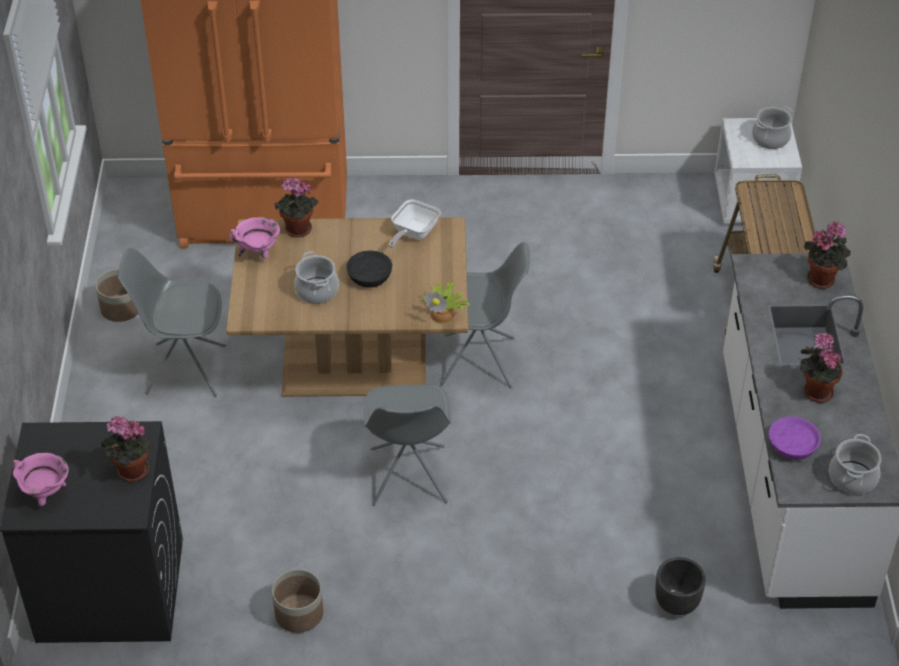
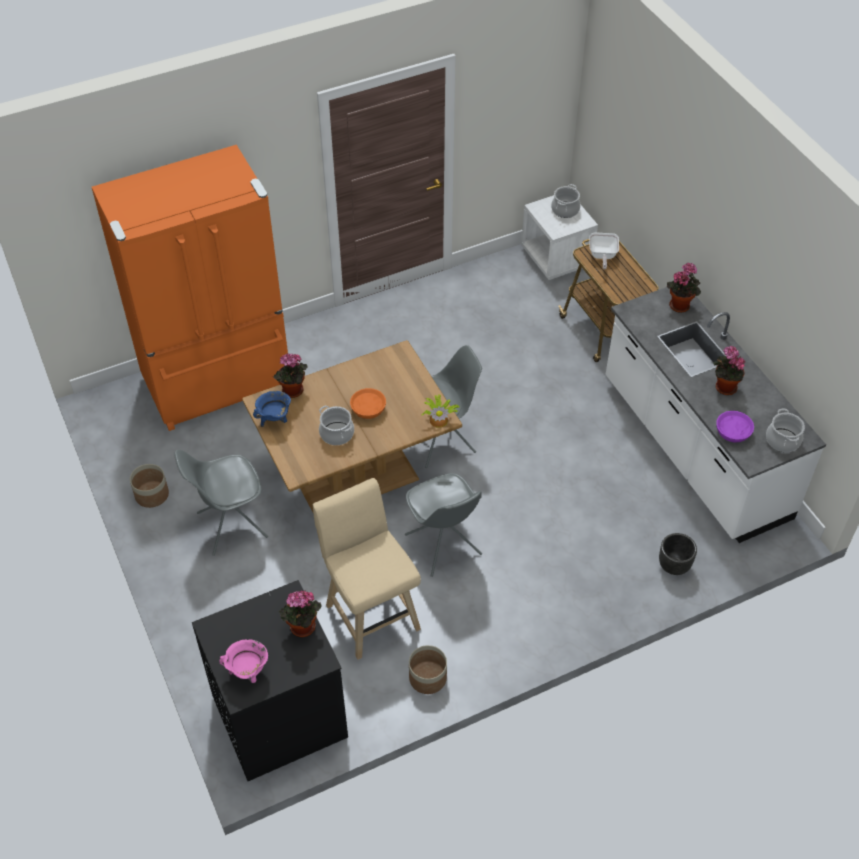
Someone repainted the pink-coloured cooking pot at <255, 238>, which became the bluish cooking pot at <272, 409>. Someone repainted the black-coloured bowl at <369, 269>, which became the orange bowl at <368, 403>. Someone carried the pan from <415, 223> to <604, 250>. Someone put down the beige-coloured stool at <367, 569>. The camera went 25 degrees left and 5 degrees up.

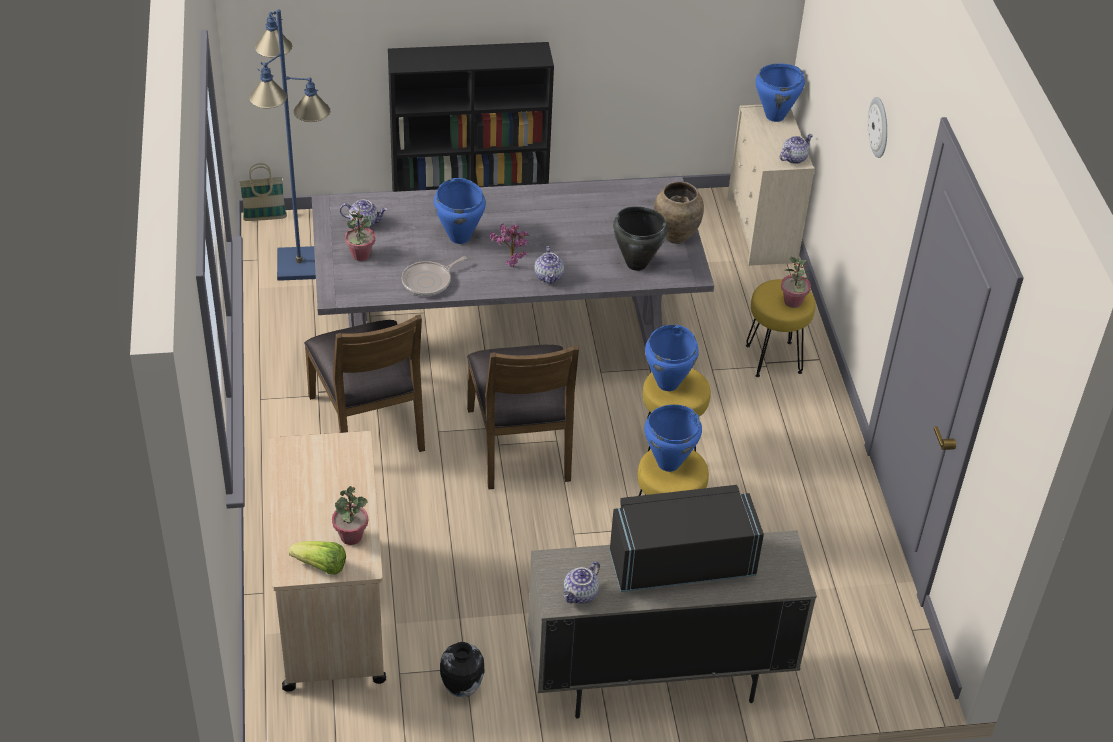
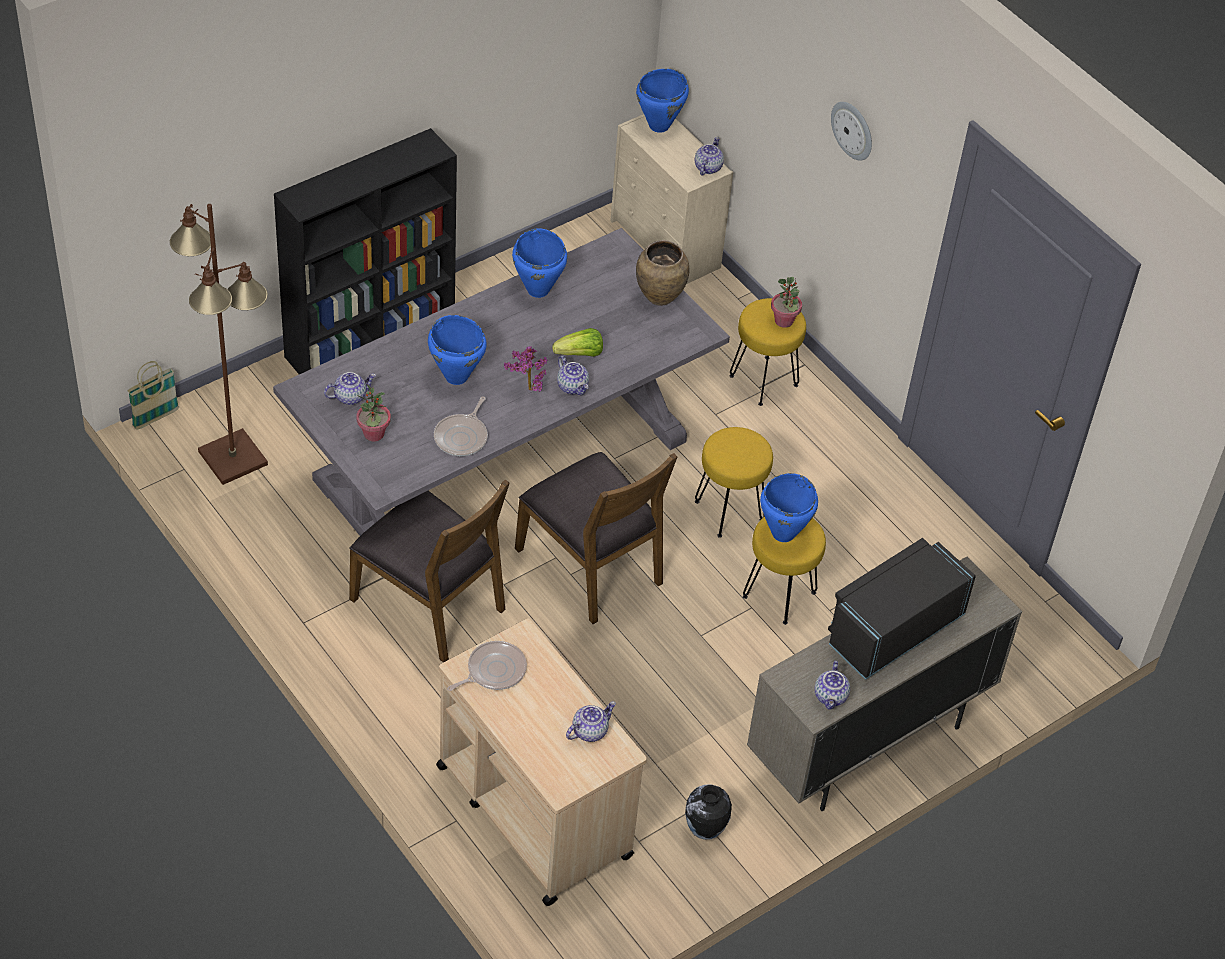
Someone repainted the bluish standard lamp at <289, 145>, which became the brownish standard lamp at <219, 344>. Someone carried the head of lettuce from <317, 558> to <578, 342>. Someone swapped the plant in a pot at <350, 515> for the tea pot at <591, 721>. Someone took away the black-coloured cooking pot at <640, 238>. Someone carried the bluish cooking pot from <672, 357> to <539, 263>. Someone put down the pan at <487, 666>. The camera went 30 degrees left and 5 degrees up.

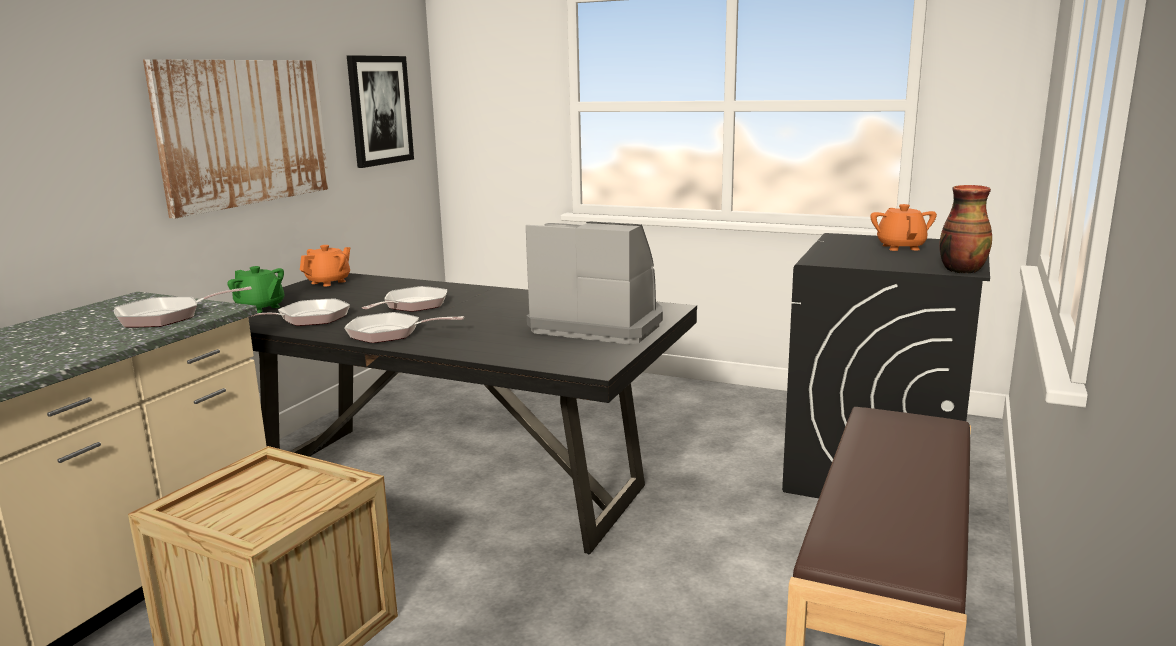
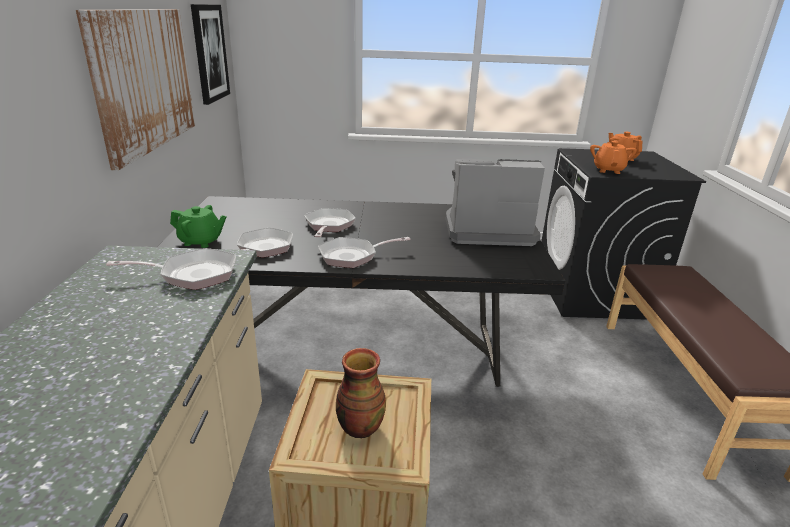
Someone rotated the pan at <183, 306> by 135 degrees counterclockwise. Someone carried the orange tea pot from <325, 265> to <613, 157>. Someone carried the decorative vase from <965, 229> to <361, 393>. The camera went 25 degrees left and 10 degrees up.

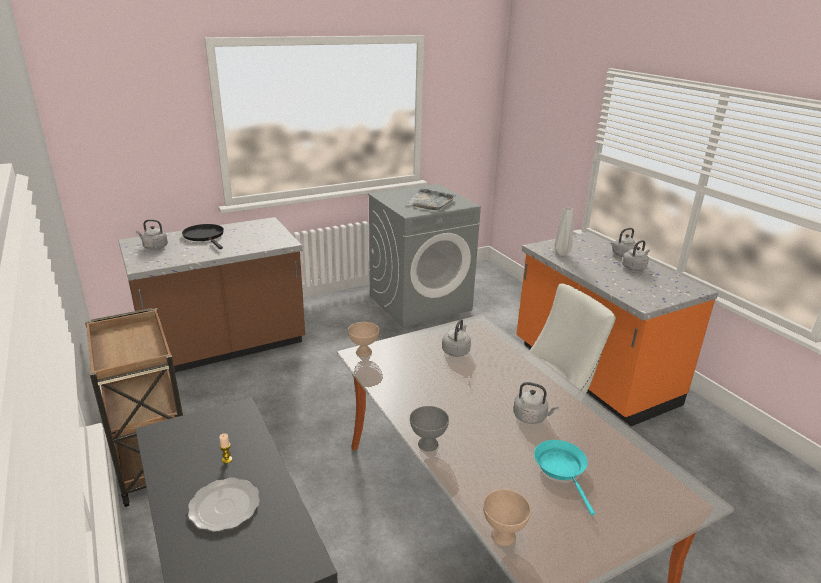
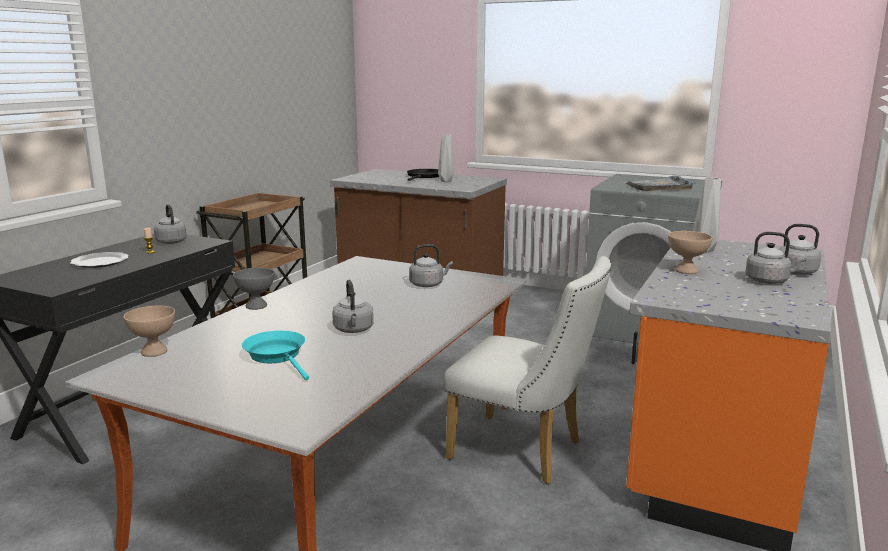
Someone carried the gray kettle from <152, 234> to <170, 224>. Someone carried the beige-coloured bowl from <363, 339> to <690, 252>. Someone rotated the turquoise pan at <564, 477> by 75 degrees counterclockwise. Someone put down the gray decorative vase at <446, 158>. The camera went 55 degrees right and 10 degrees down.

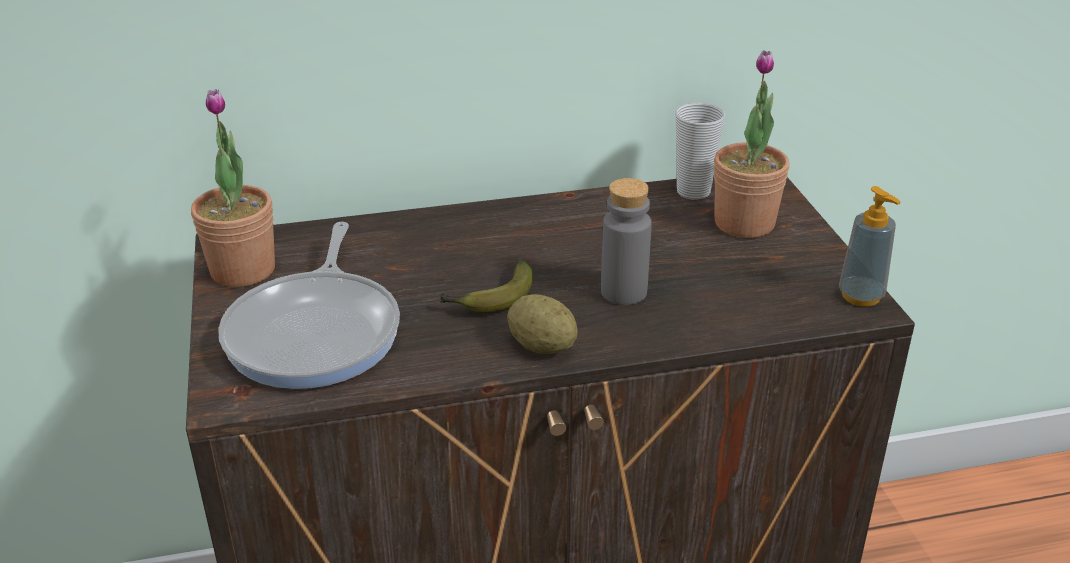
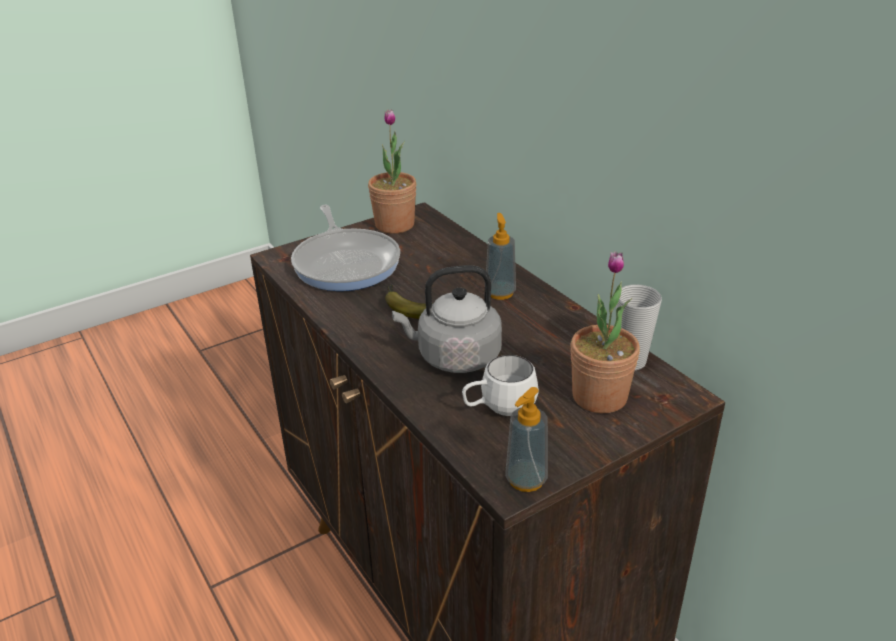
Someone rotated the pan at <309, 305> by 90 degrees counterclockwise. Someone took away the spud at <542, 324>. Someone swapped the gray drink bottle at <626, 241> for the gray kettle at <447, 319>. Someone put down the white-coloured coffee mug at <500, 385>. Someone put down the liquid soap bottle at <501, 256>. The camera went 70 degrees right and 0 degrees up.

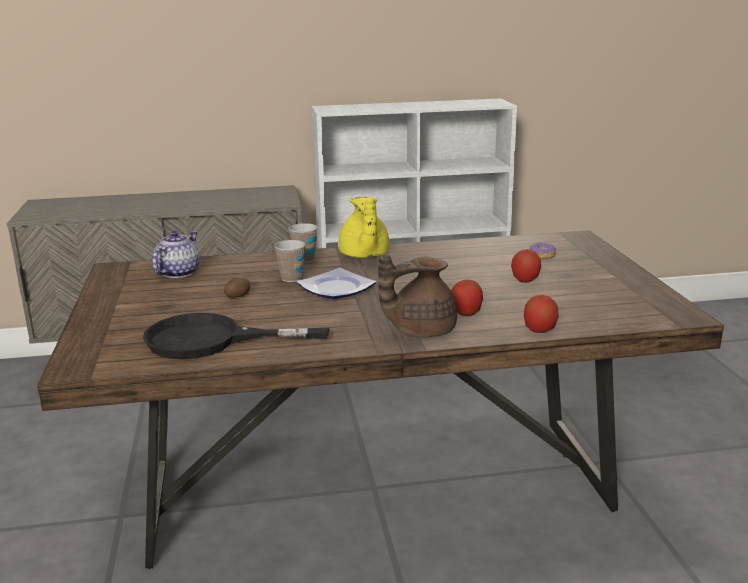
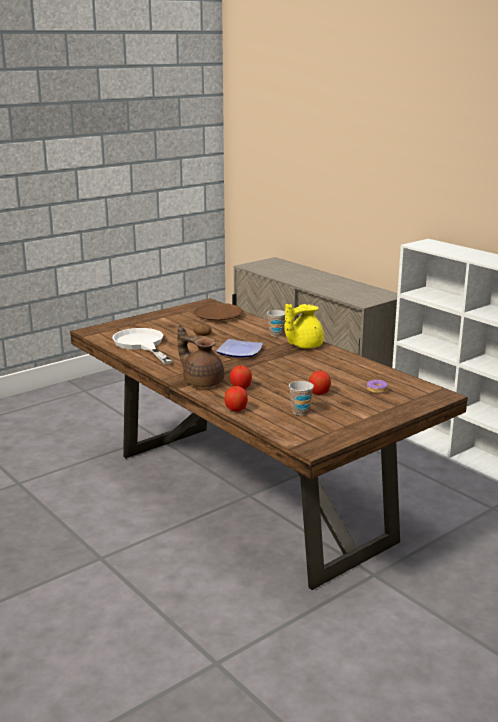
Someone repainted the black-coloured pan at <236, 336>, which became the white-coloured pan at <142, 346>. Someone swapped the tea pot at <176, 254> for the brownish flat dish at <218, 312>. Someone carried the drinking cup from <290, 261> to <301, 398>. The camera went 60 degrees right and 0 degrees up.

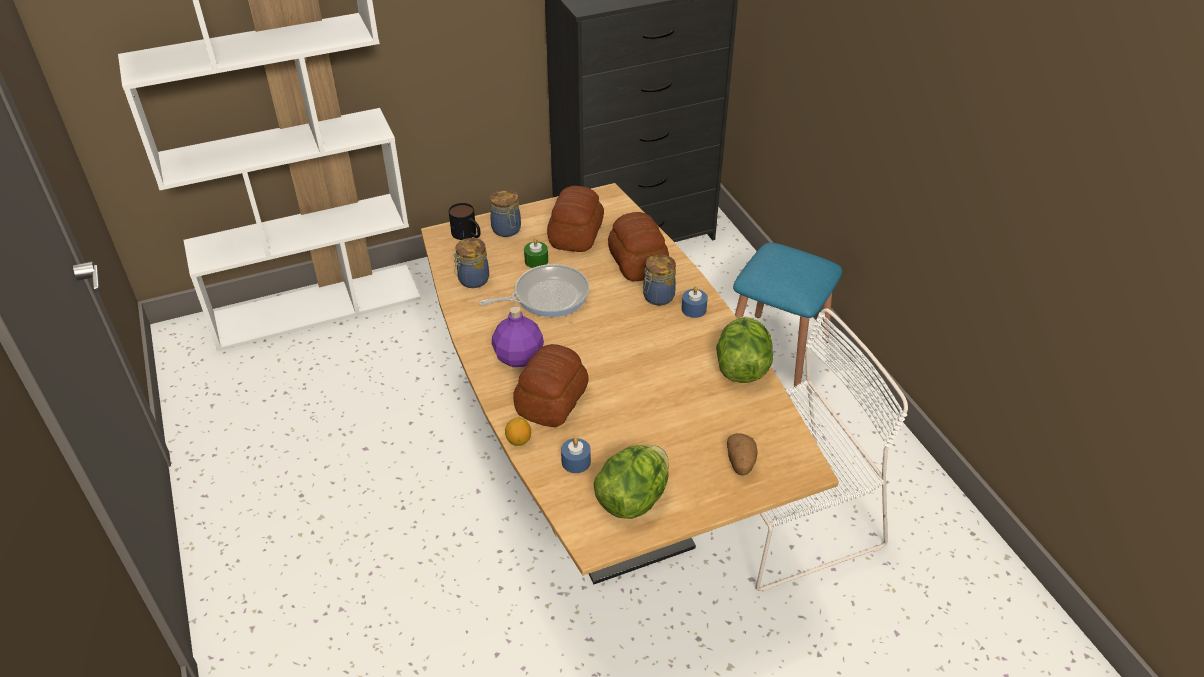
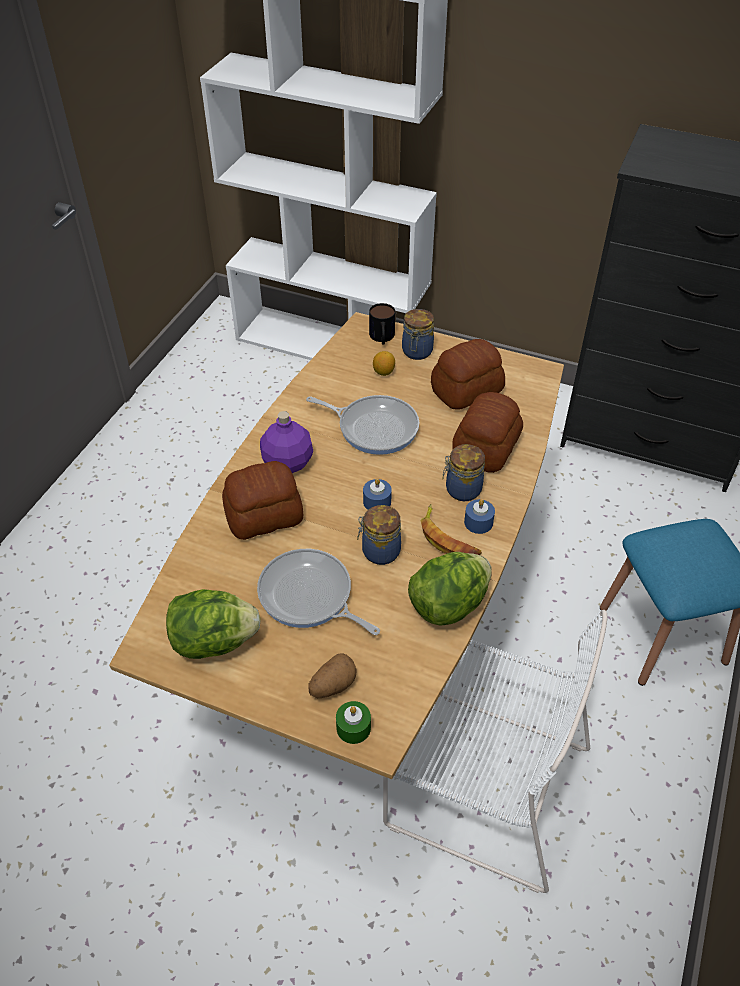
Someone carried the storage jar from <471, 263> to <379, 535>. Someone carried the whole lemon from <518, 432> to <384, 363>. Someone carried the green-coloured wax candle from <536, 253> to <353, 722>. Someone carried the bluish wax candle from <576, 455> to <377, 494>. Someone put down the pan at <318, 592>. Someone put down the banana fruit at <451, 529>. The camera went 45 degrees right and 5 degrees up.

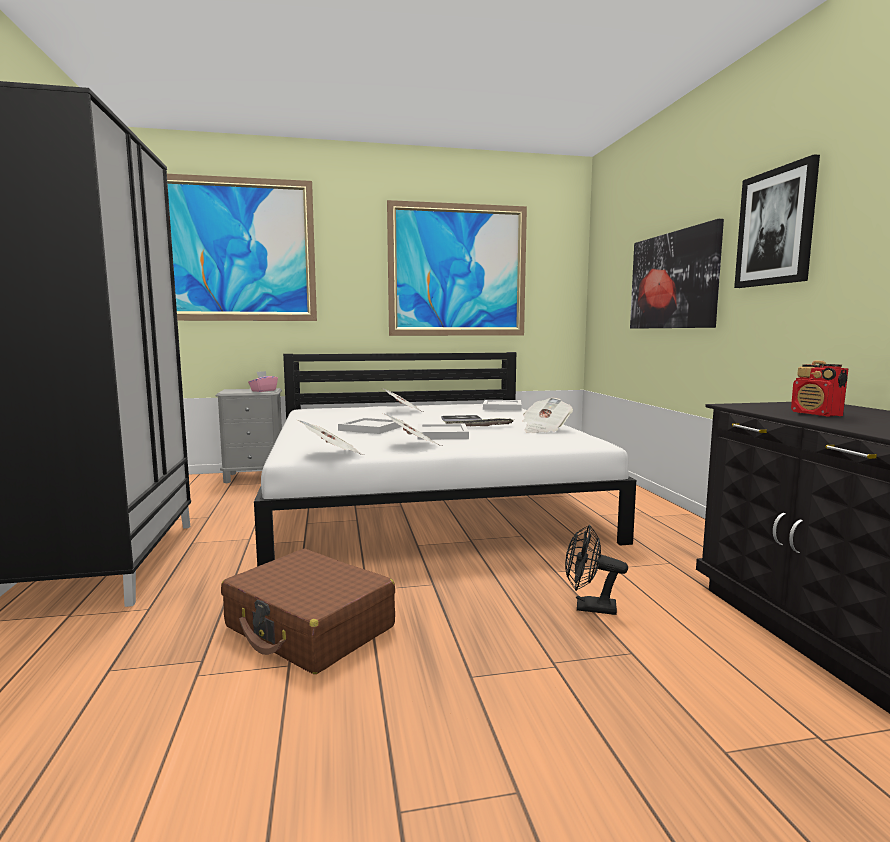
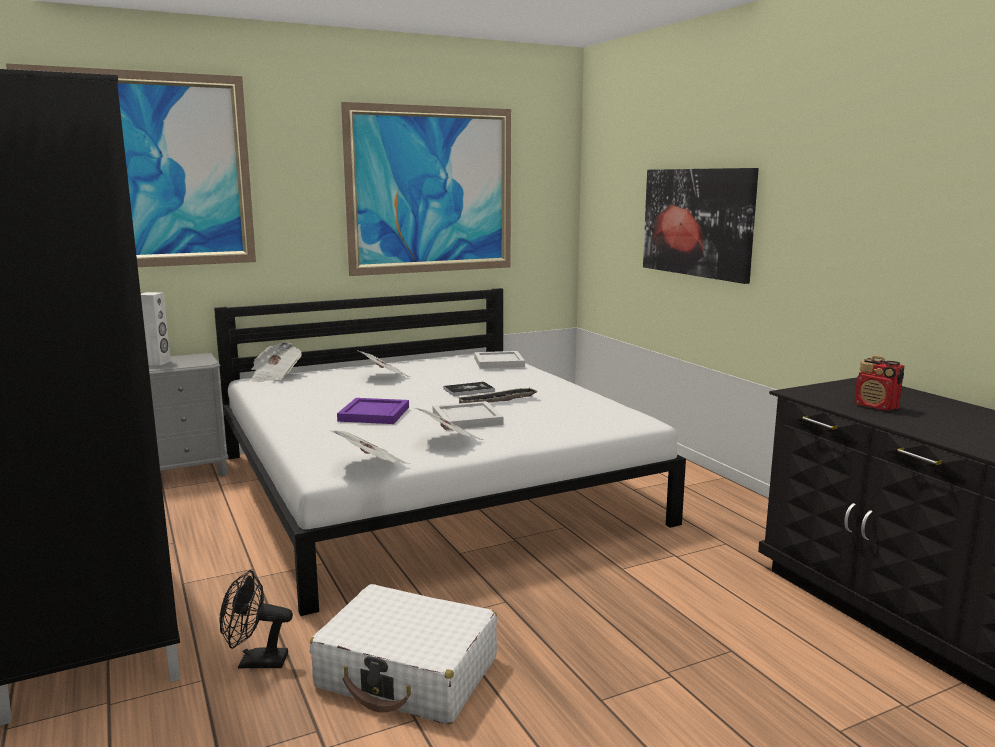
Someone repainted the brownish suitcase at <308, 611>, which became the white-coloured suitcase at <403, 654>. Someone took away the pink-coloured tissue box at <263, 381>. Someone repainted the white-coloured serving tray at <370, 425>, which became the purple serving tray at <373, 411>. Someone carried the newspaper from <547, 415> to <276, 362>. Someone carried the black-coloured electric fan from <596, 570> to <256, 619>. Someone took away the picture at <777, 221>. Someone put down the white-coloured audio speaker at <156, 329>. The camera went 15 degrees left and 5 degrees up.

